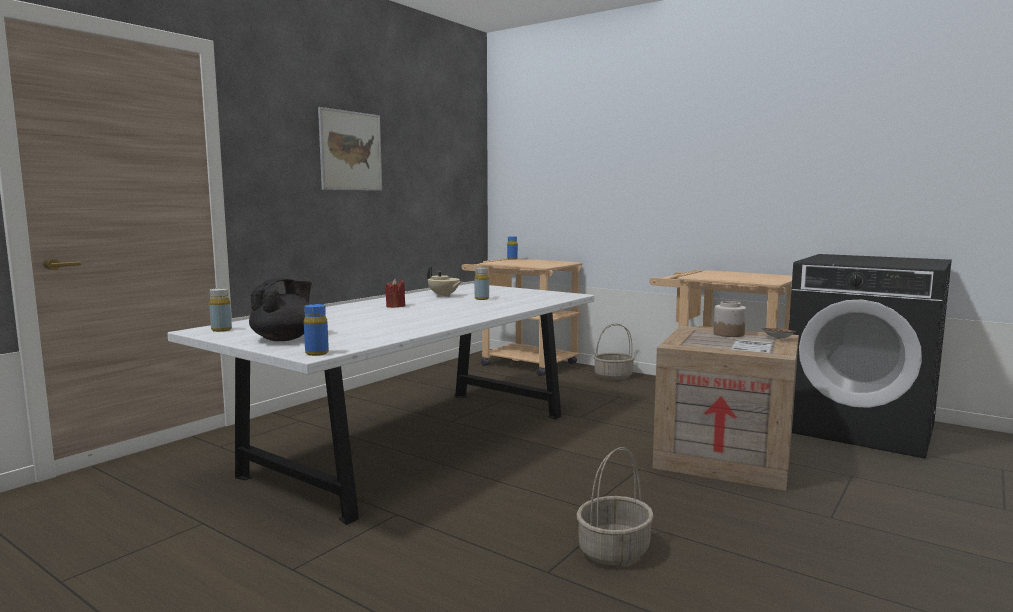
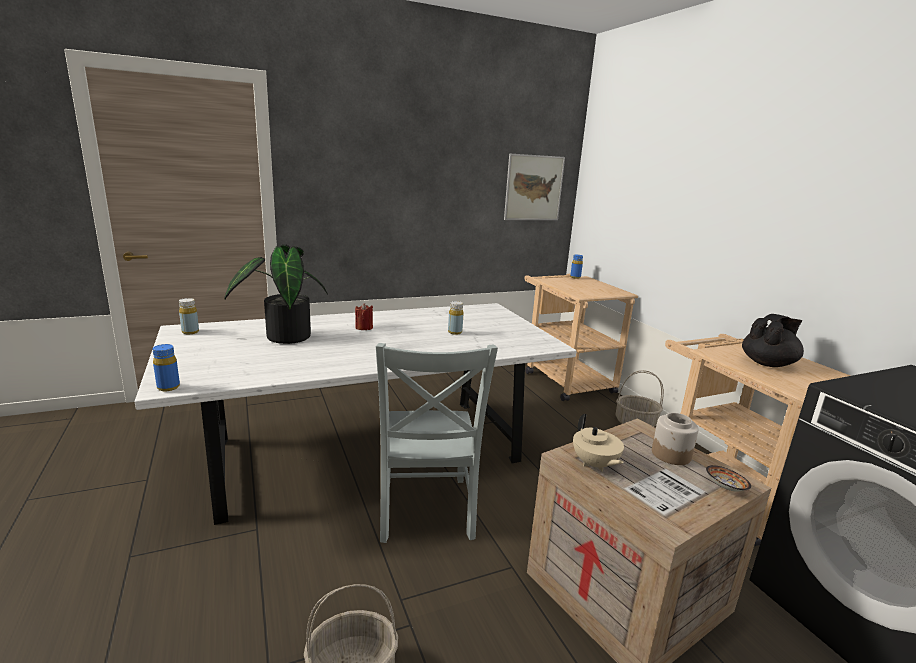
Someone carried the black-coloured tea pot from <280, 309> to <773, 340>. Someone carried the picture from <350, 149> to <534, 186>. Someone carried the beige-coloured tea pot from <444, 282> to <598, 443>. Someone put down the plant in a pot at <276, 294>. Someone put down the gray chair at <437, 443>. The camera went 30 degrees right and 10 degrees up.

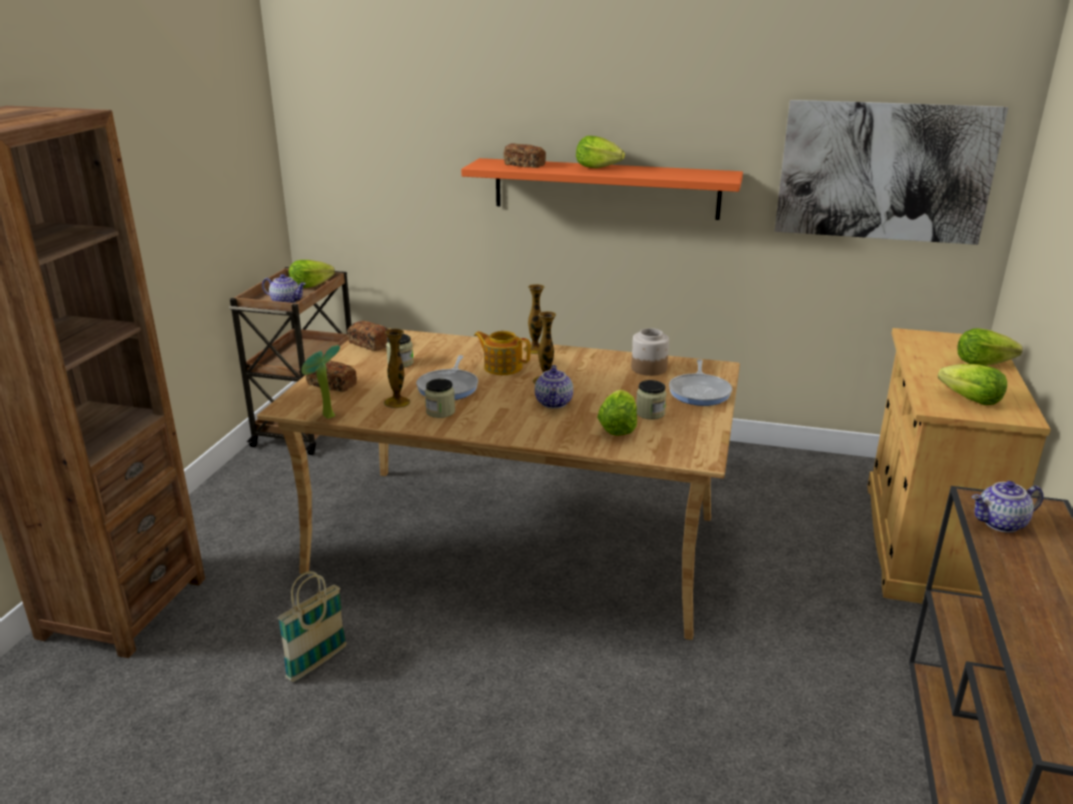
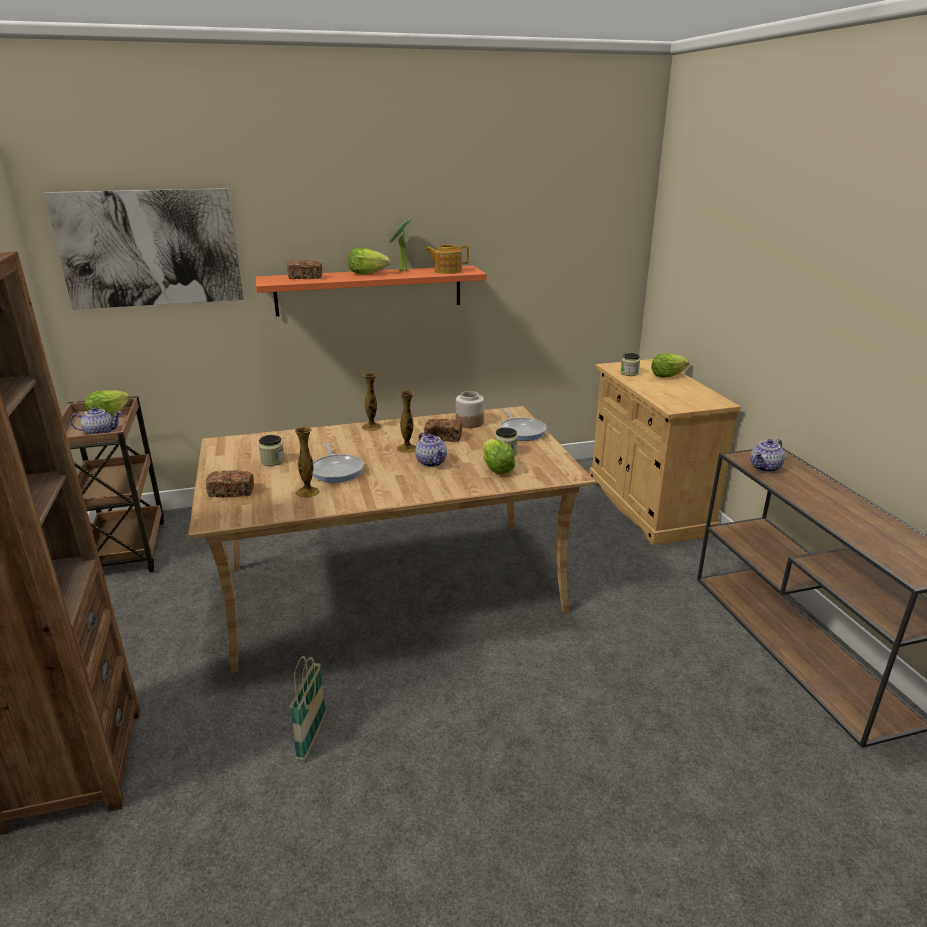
Someone carried the plant in a pot from <321, 382> to <400, 244>. Someone carried the baked bread from <368, 336> to <443, 430>. Someone carried the storage jar from <440, 398> to <630, 364>. Someone carried the tea pot from <502, 353> to <447, 259>. Someone carried the picture from <891, 172> to <144, 249>. Someone took away the head of lettuce at <972, 384>. The camera went 30 degrees left and 0 degrees up.

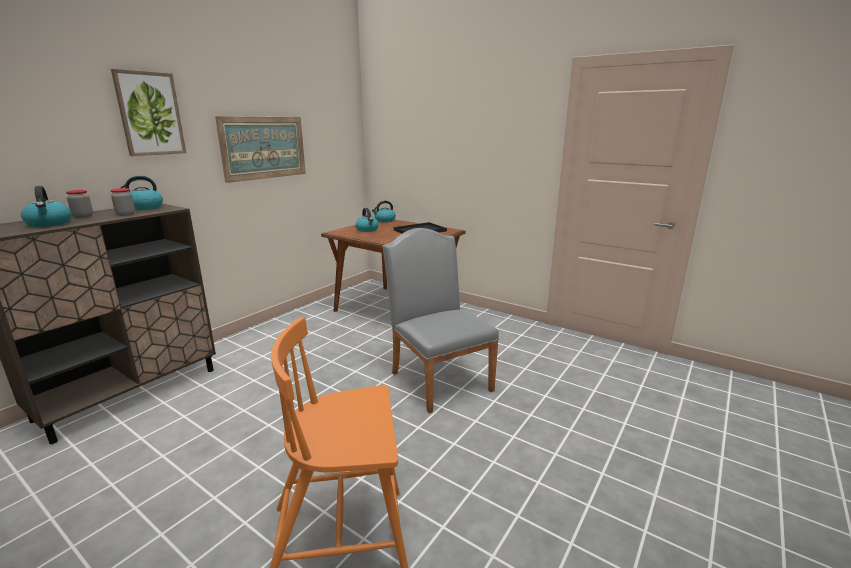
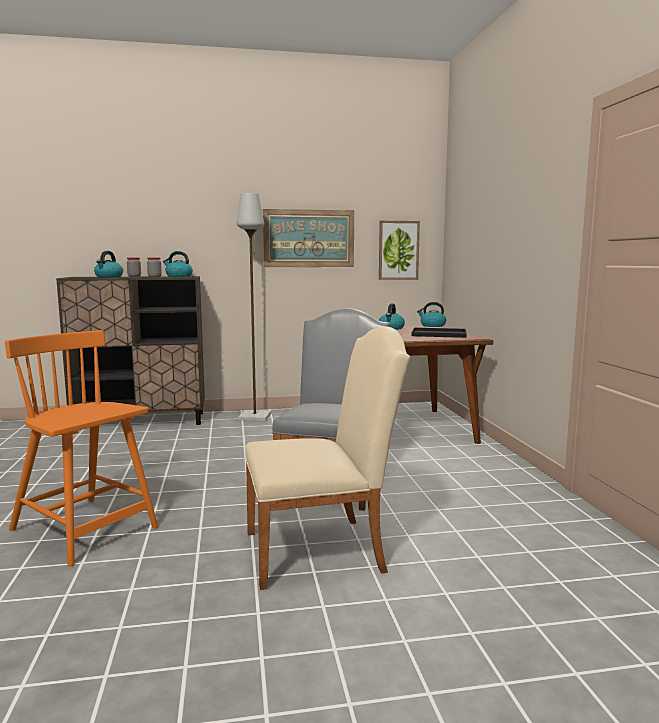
Someone carried the picture from <148, 112> to <399, 250>. Someone put down the gray standard lamp at <254, 307>. Someone put down the beige-coloured chair at <327, 458>. The camera went 45 degrees right and 10 degrees down.

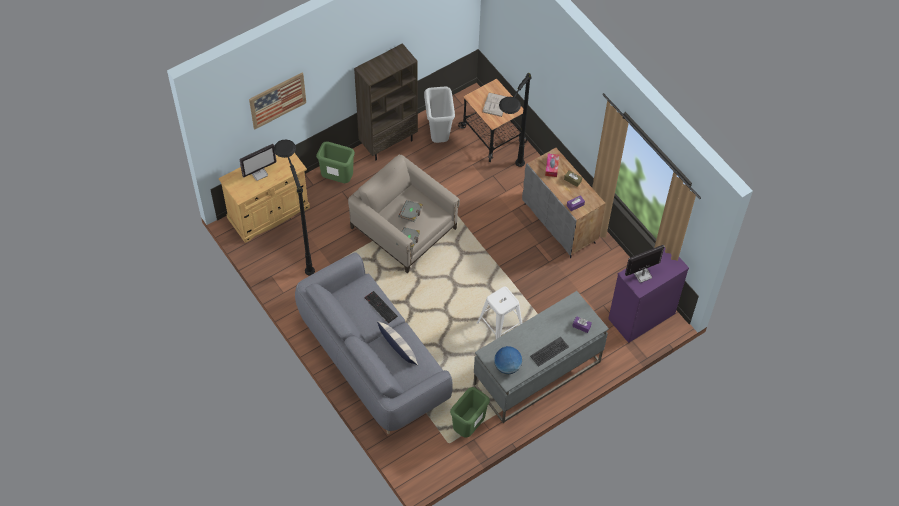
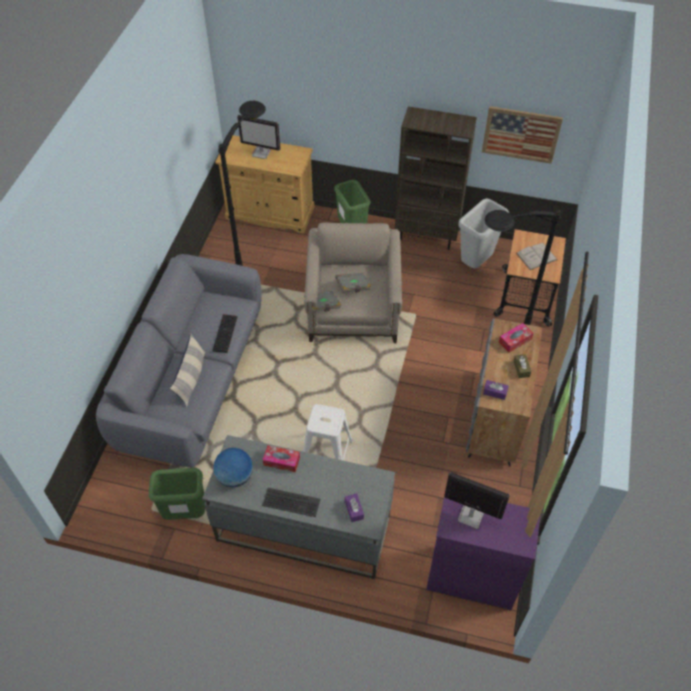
Someone carried the picture from <277, 101> to <522, 135>. Someone put down the tissue box at <281, 458>. The camera went 50 degrees right and 5 degrees down.

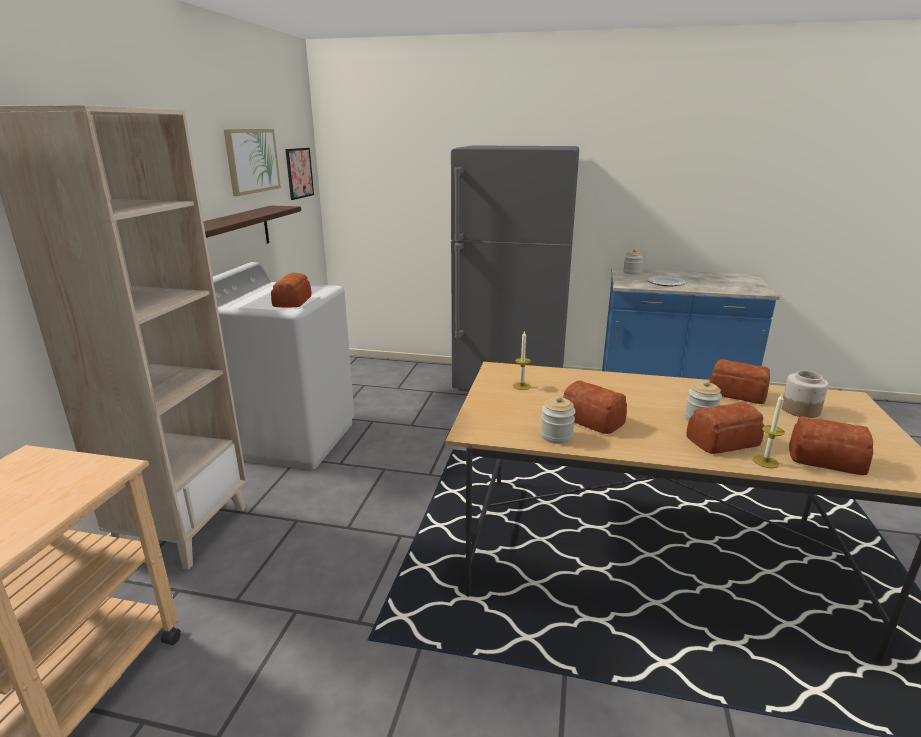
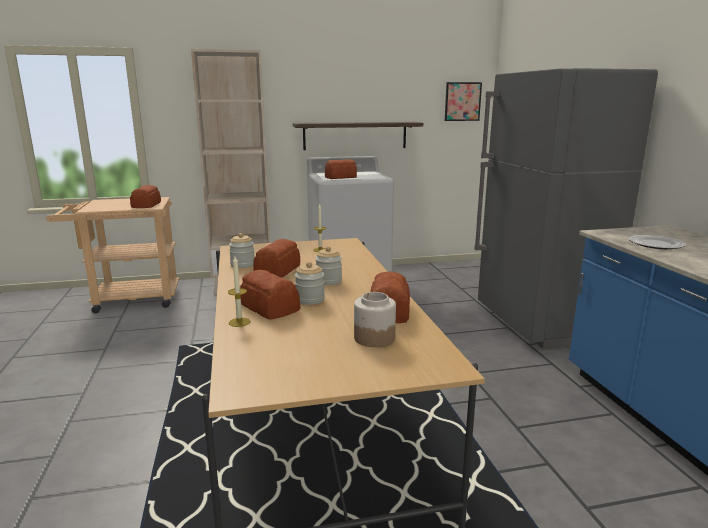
Someone took away the picture at <252, 162>. Someone carried the storage jar from <633, 262> to <328, 265>. Someone carried the baked bread from <831, 445> to <145, 196>. The camera went 65 degrees right and 5 degrees down.

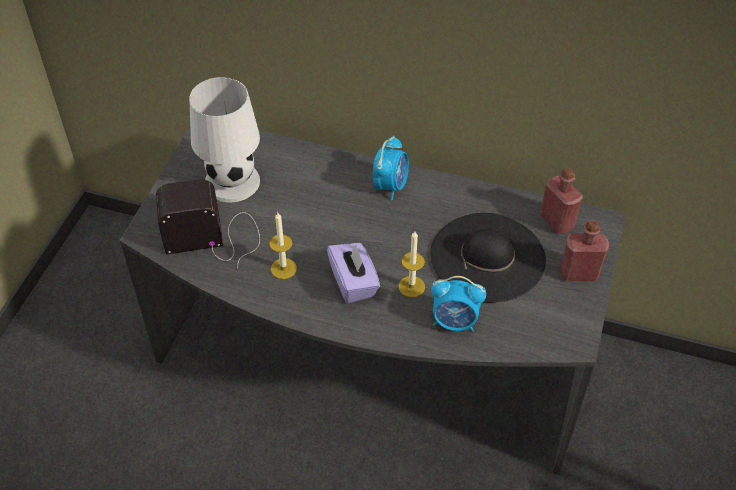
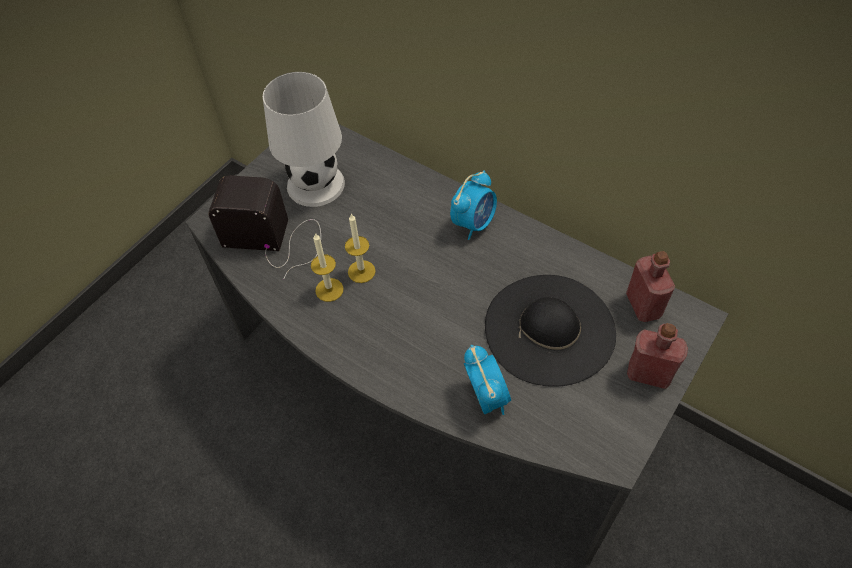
Someone took away the purple tissue box at <353, 273>. Someone carried the wax candle from <412, 264> to <360, 248>. Someone rotated the alarm clock at <458, 303> by 135 degrees counterclockwise. The camera went 20 degrees right and 5 degrees up.

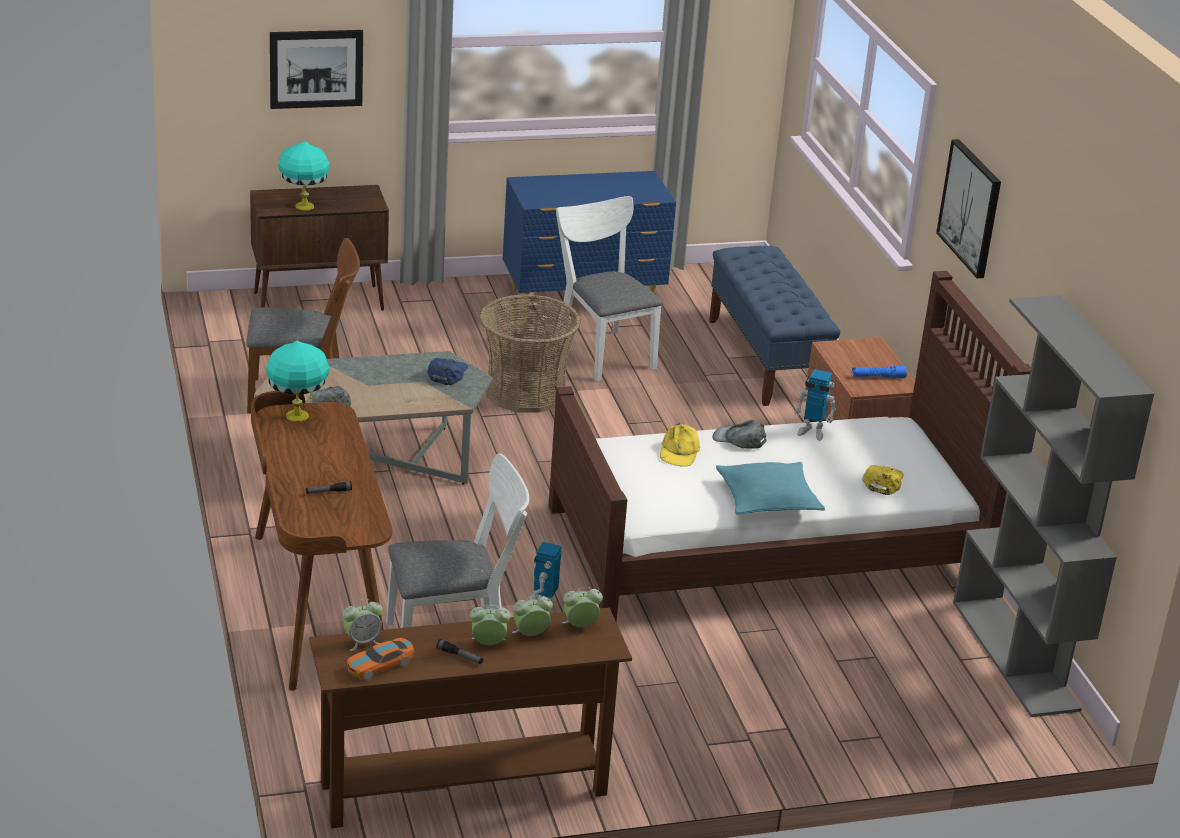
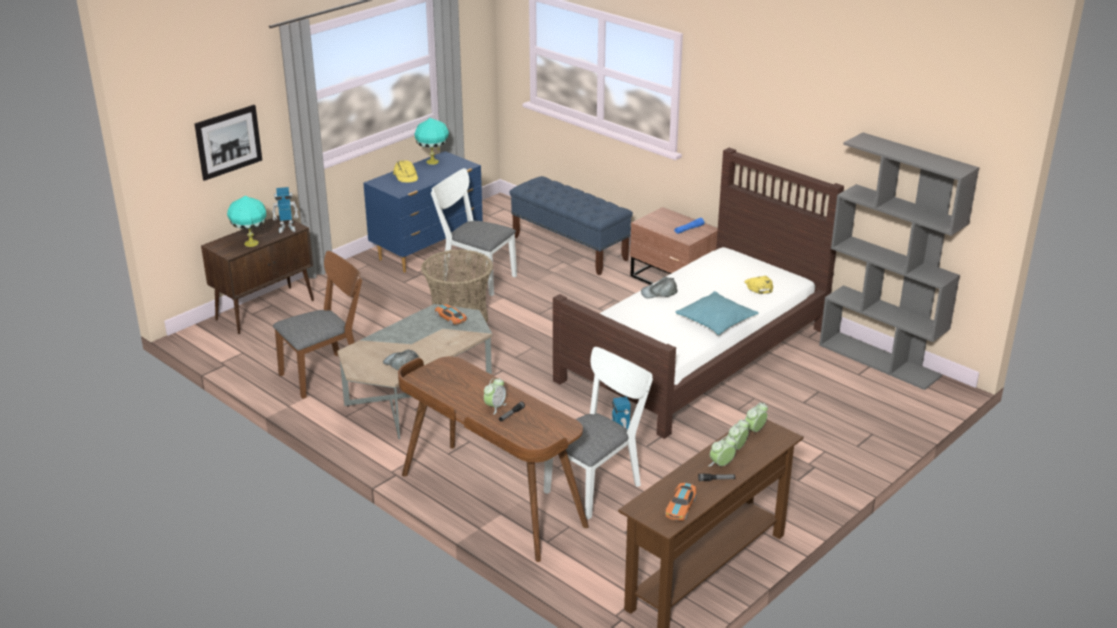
Someone carried the turquoise table lamp from <297, 381> to <432, 141>. Someone carried the alarm clock from <363, 625> to <495, 395>. Someone swapped the bluish peaked cap at <447, 371> for the model car at <451, 314>. Someone carried the yellowish peaked cap from <680, 445> to <405, 171>. Someone carried the robot figure from <815, 405> to <285, 210>. Someone took away the picture at <968, 208>. The camera went 30 degrees left and 0 degrees up.

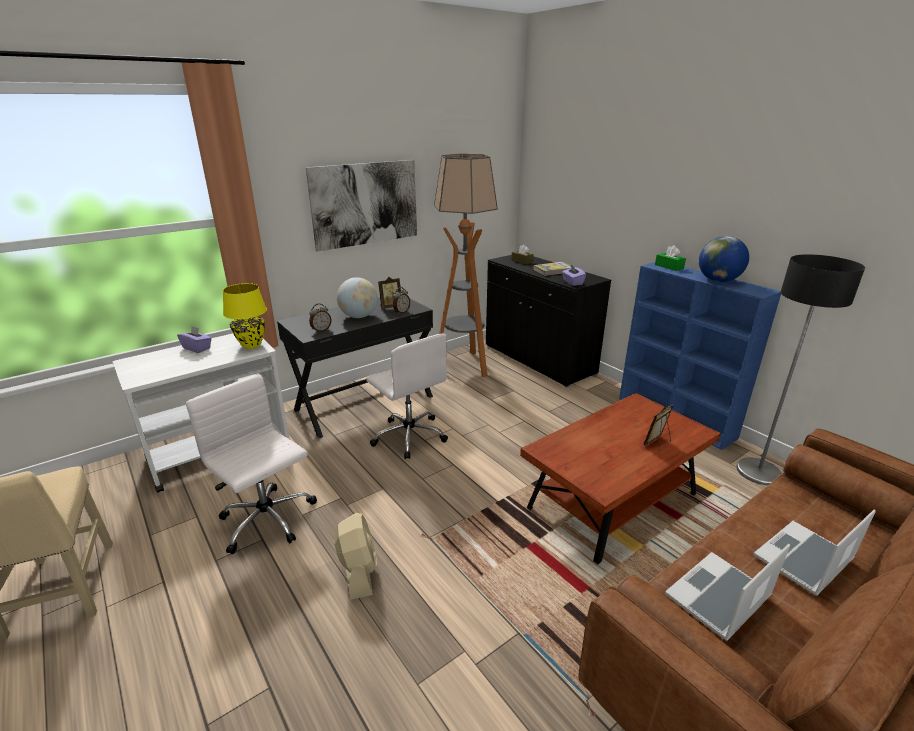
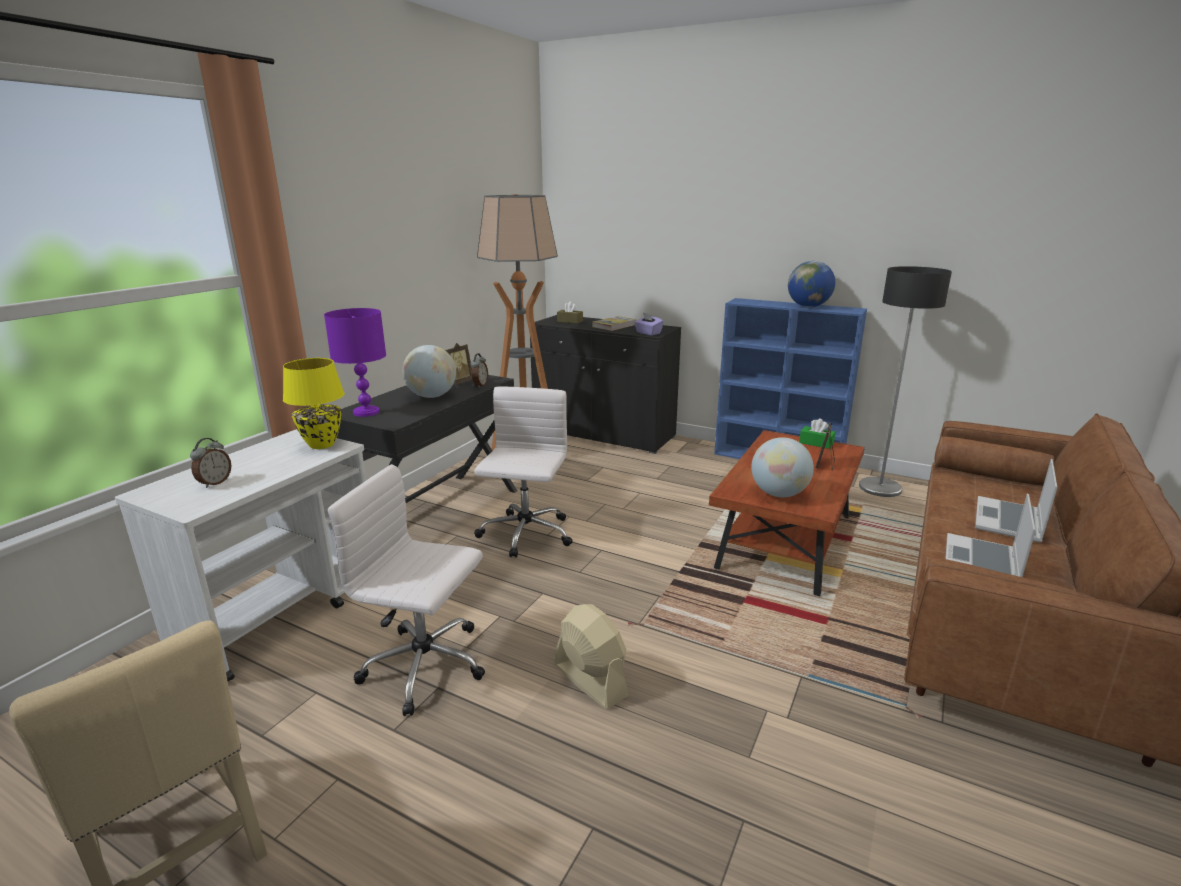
Someone took away the purple tissue box at <194, 339>. Someone took away the picture at <361, 206>. Someone carried the alarm clock from <320, 318> to <211, 463>. Someone rotated the white-coloured desk chair at <407, 396> by 105 degrees counterclockwise. Someone carried the green-coloured tissue box from <670, 258> to <817, 434>. Someone put down the purple table lamp at <355, 362>. Someone put down the world globe at <782, 467>. The camera went 25 degrees left and 5 degrees down.

